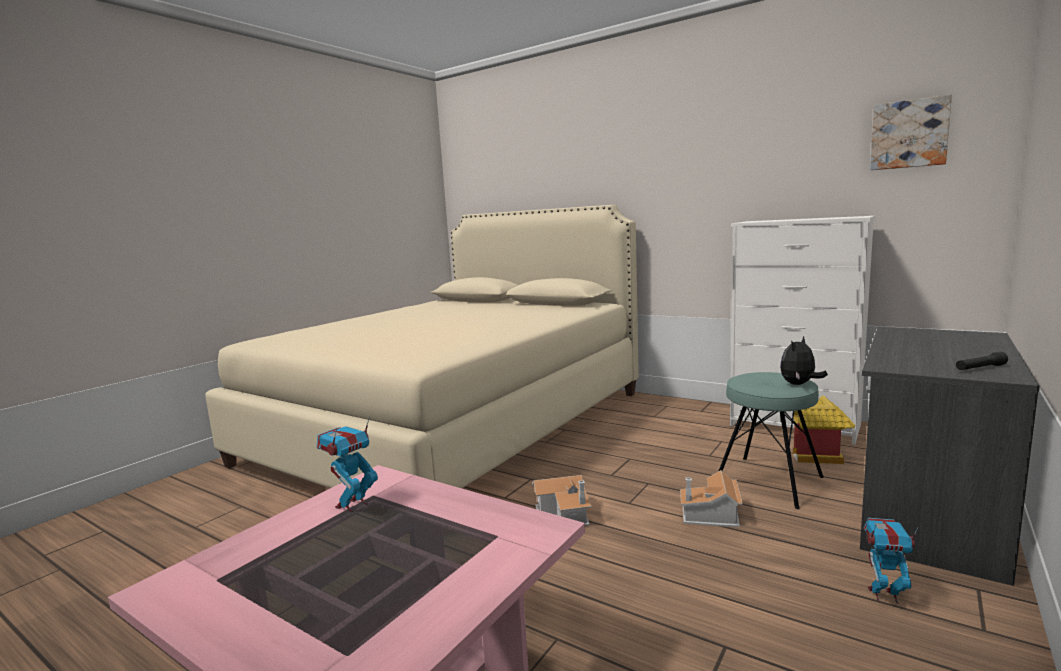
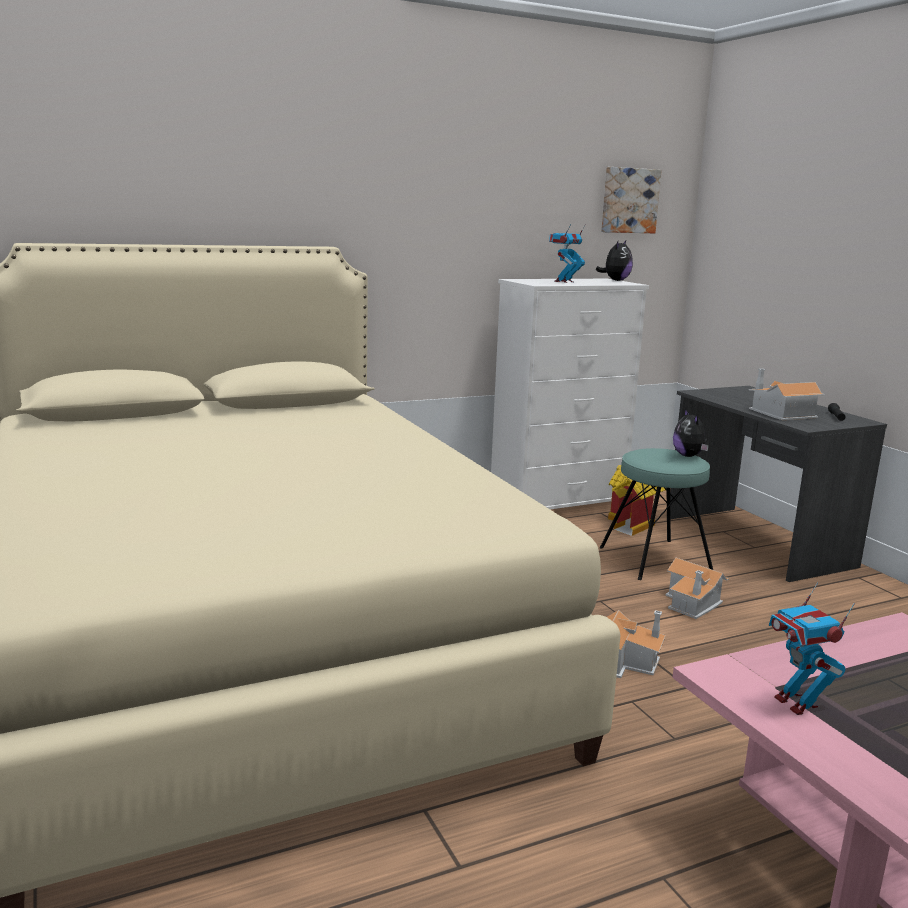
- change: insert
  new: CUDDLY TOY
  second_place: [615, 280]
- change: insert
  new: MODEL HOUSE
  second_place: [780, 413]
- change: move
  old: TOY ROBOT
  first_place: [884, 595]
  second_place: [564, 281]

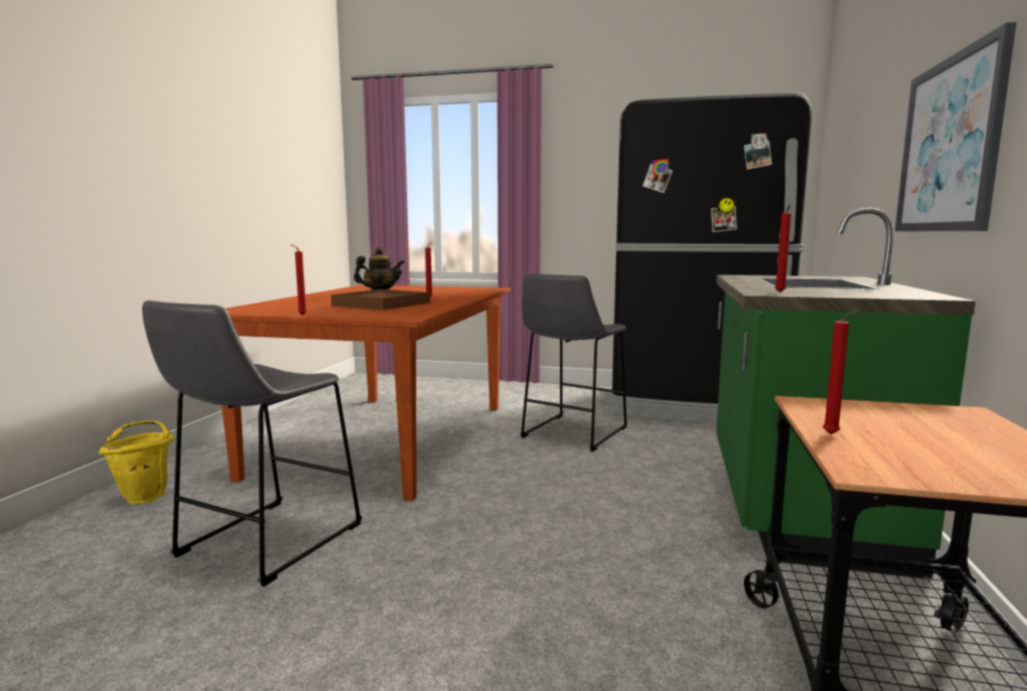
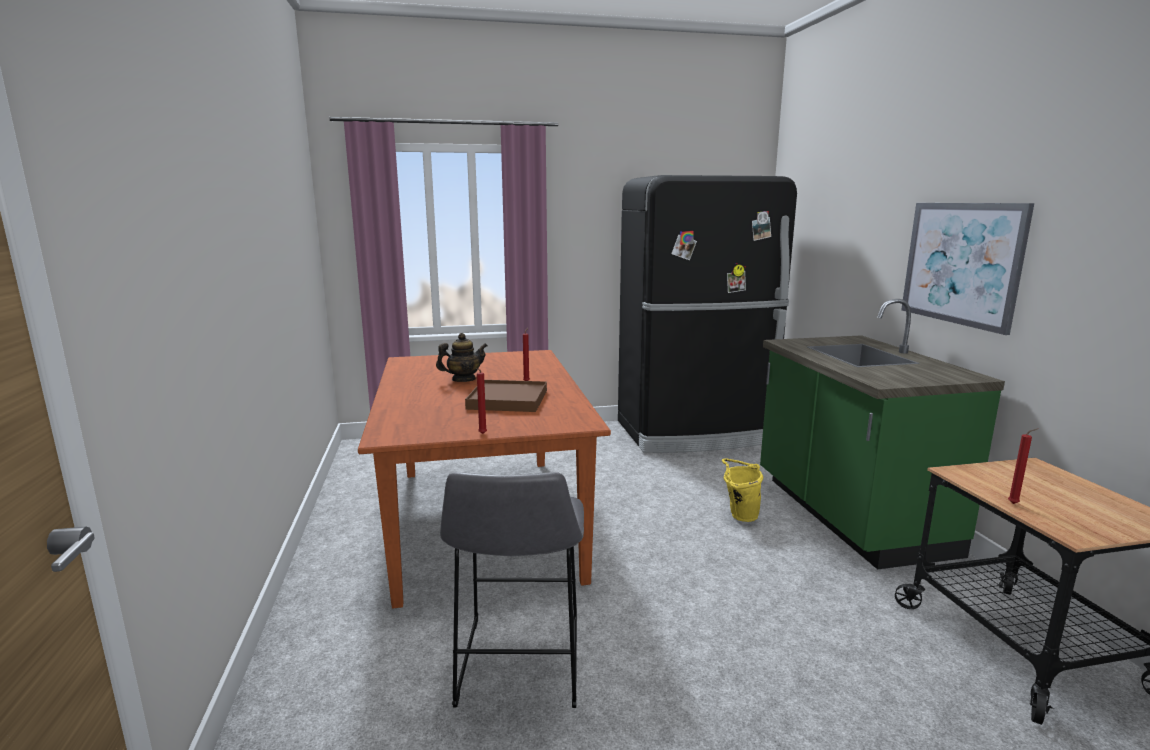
- change: delete
  old: GREY STOOL
  first_place: [571, 434]
- change: delete
  old: RED WAX CANDLE
  first_place: [780, 292]
- change: move
  old: YELLOW WATER BUCKET
  first_place: [146, 496]
  second_place: [739, 515]

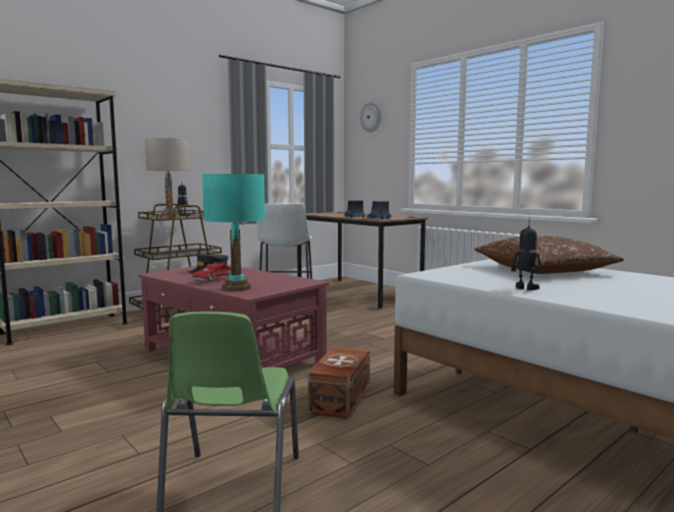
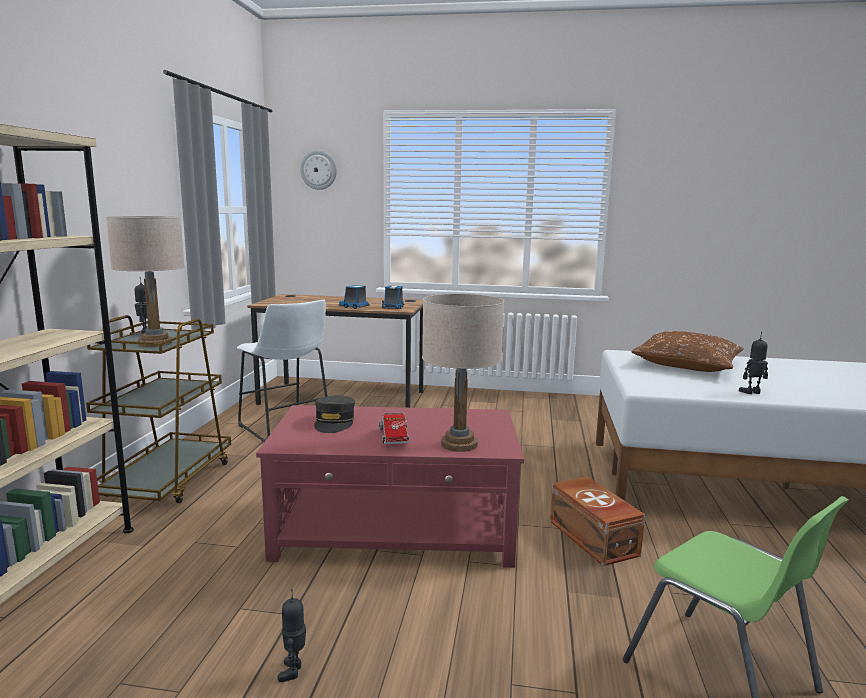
- change: insert
  new: TOY ROBOT
  second_place: [293, 671]
- change: recolor
  old: TURQUOISE-COLOURED TABLE LAMP
  new: BEIGE-COLOURED TABLE LAMP
  first_place: [236, 288]
  second_place: [459, 444]

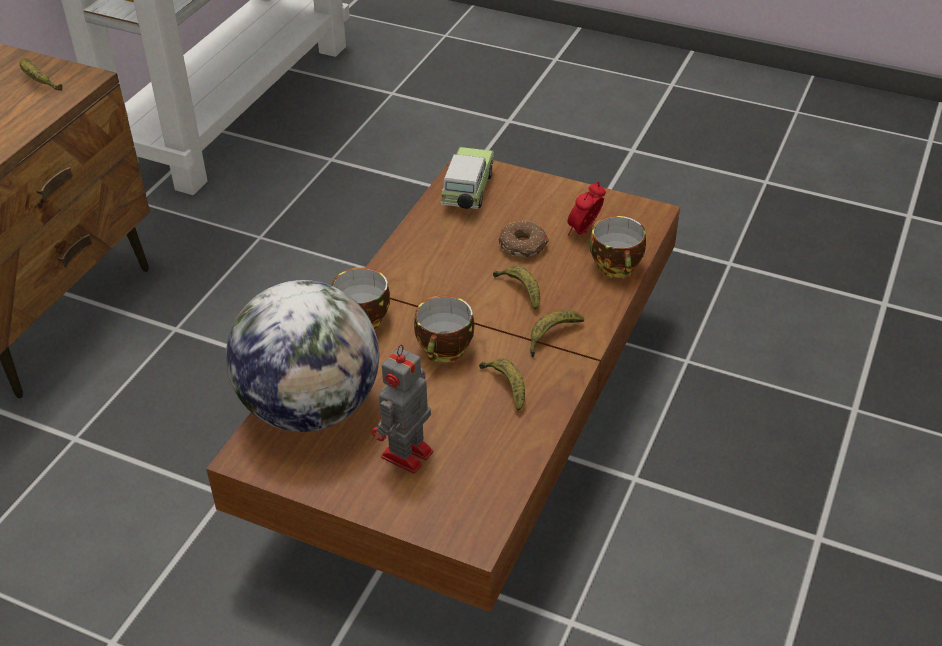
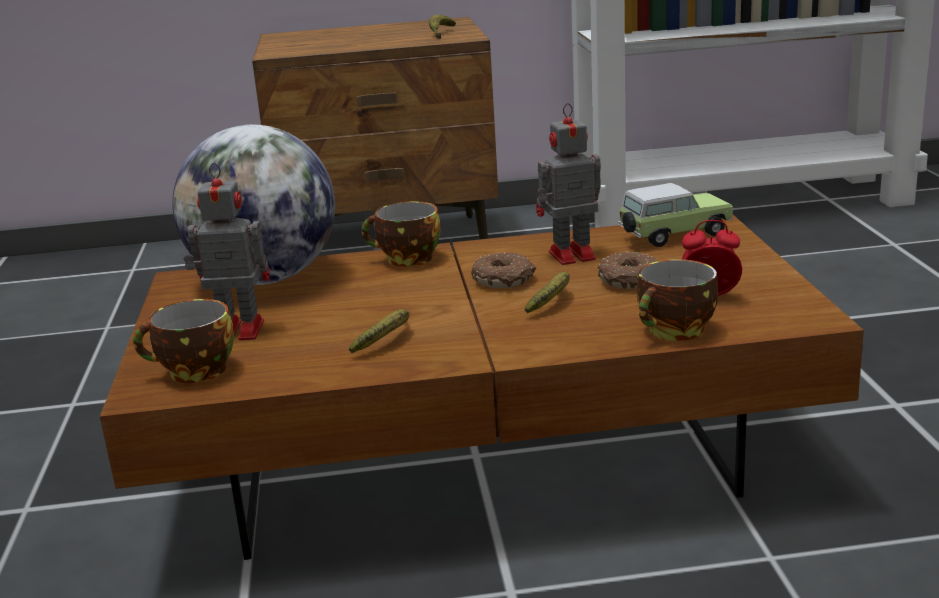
- change: delete
  old: BANANA
  first_place: [551, 336]
- change: insert
  new: DONUT
  second_place: [504, 280]
- change: insert
  new: TOY ROBOT
  second_place: [569, 256]
- change: move
  old: SMALL CUP
  first_place: [445, 351]
  second_place: [194, 373]

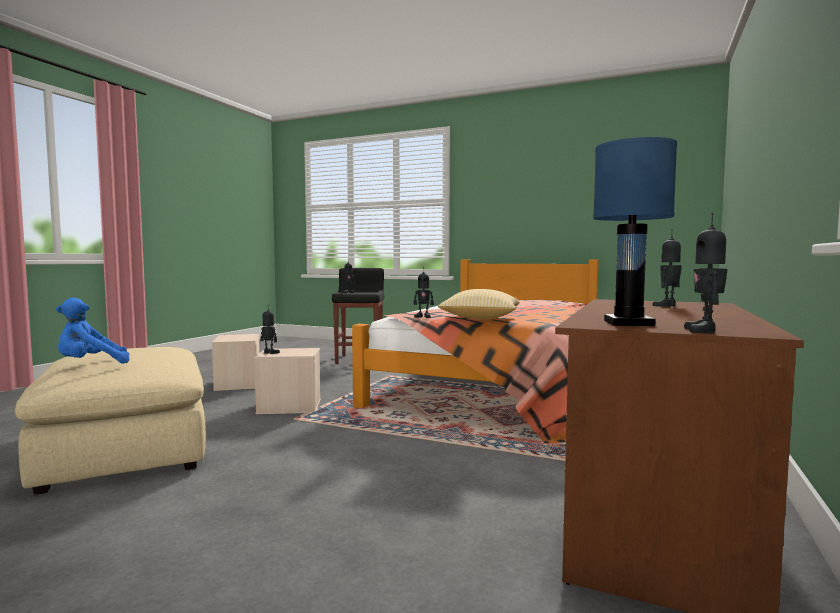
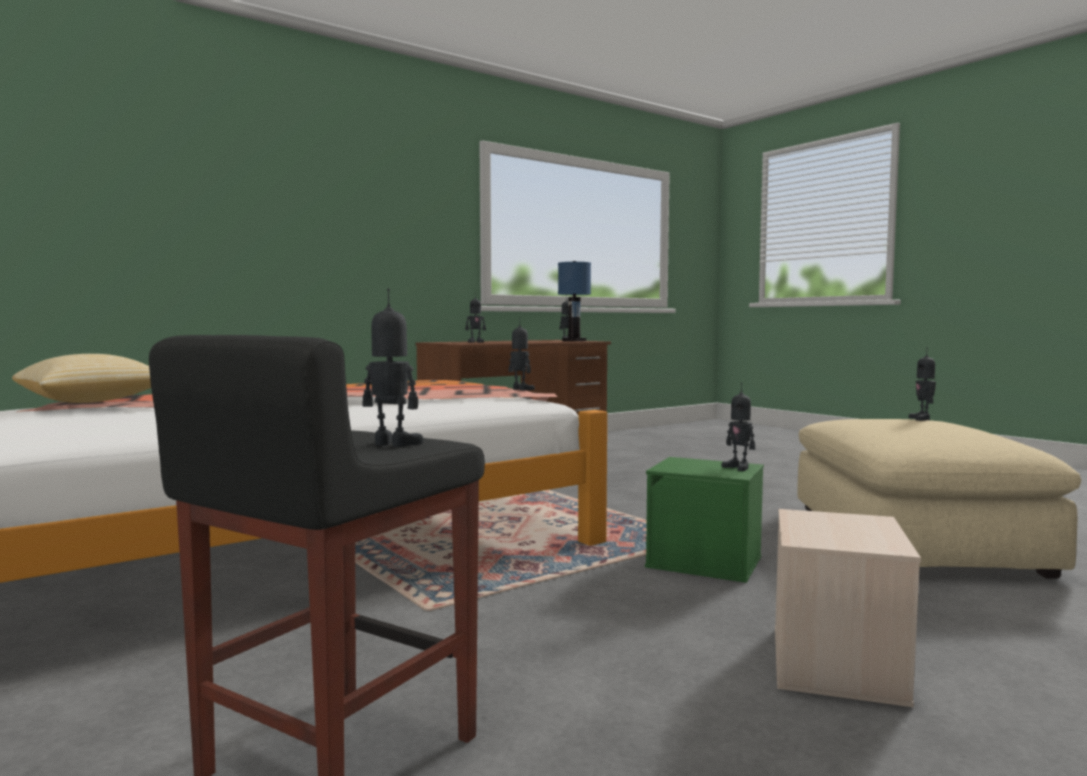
- change: move
  old: CUSHION
  first_place: [480, 319]
  second_place: [94, 401]
- change: replace
  old: BLUE CUDDLY TOY
  new: TOY ROBOT
  first_place: [91, 365]
  second_place: [922, 419]
- change: recolor
  old: BEIGE-COLOURED STORAGE BIN
  new: GREEN STORAGE BIN
  first_place: [288, 407]
  second_place: [706, 561]

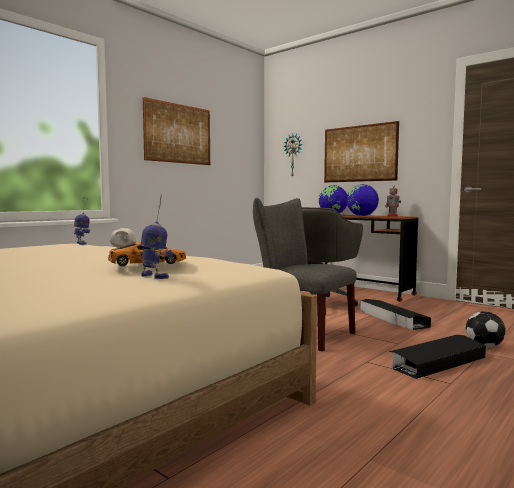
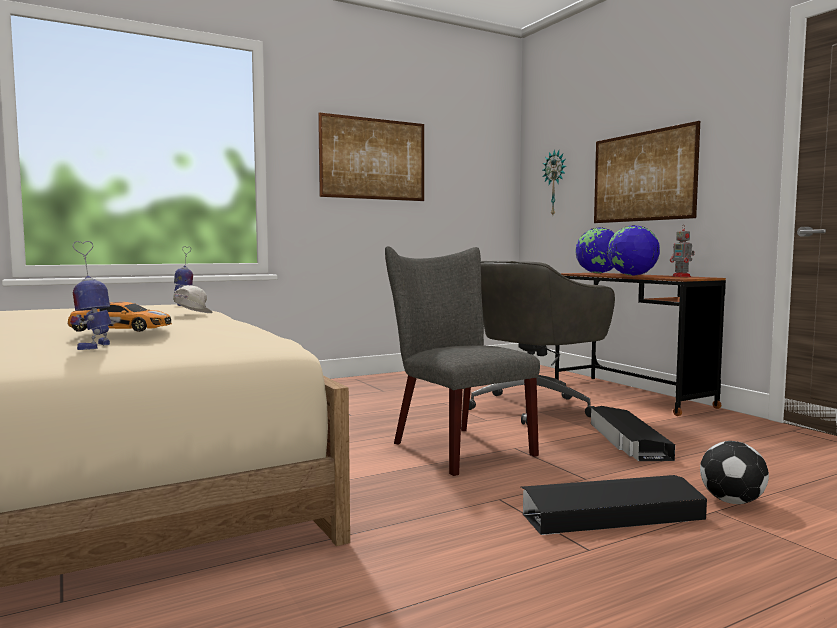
- change: rotate
  old: TOY ROBOT
  first_place: [155, 276]
  second_place: [95, 346]
  degrees: -150

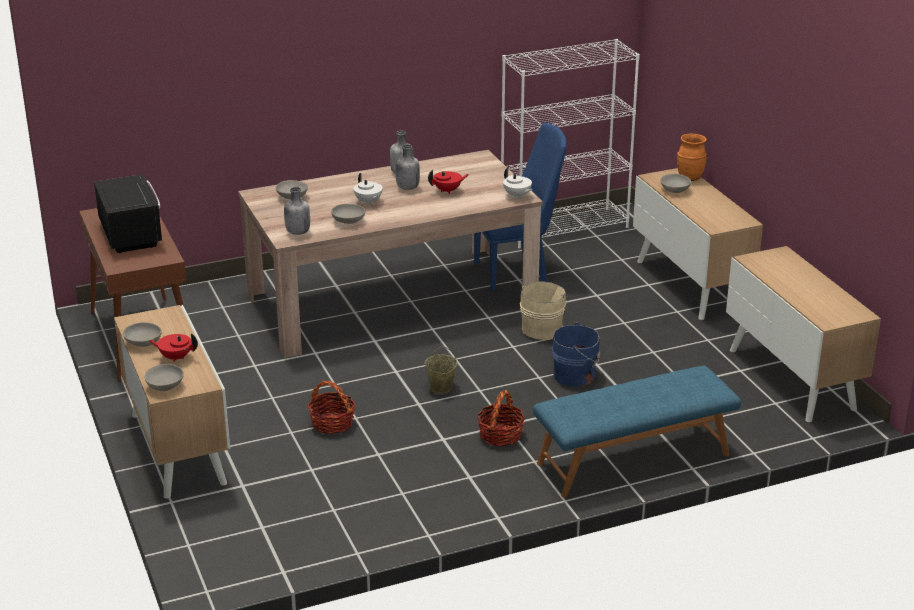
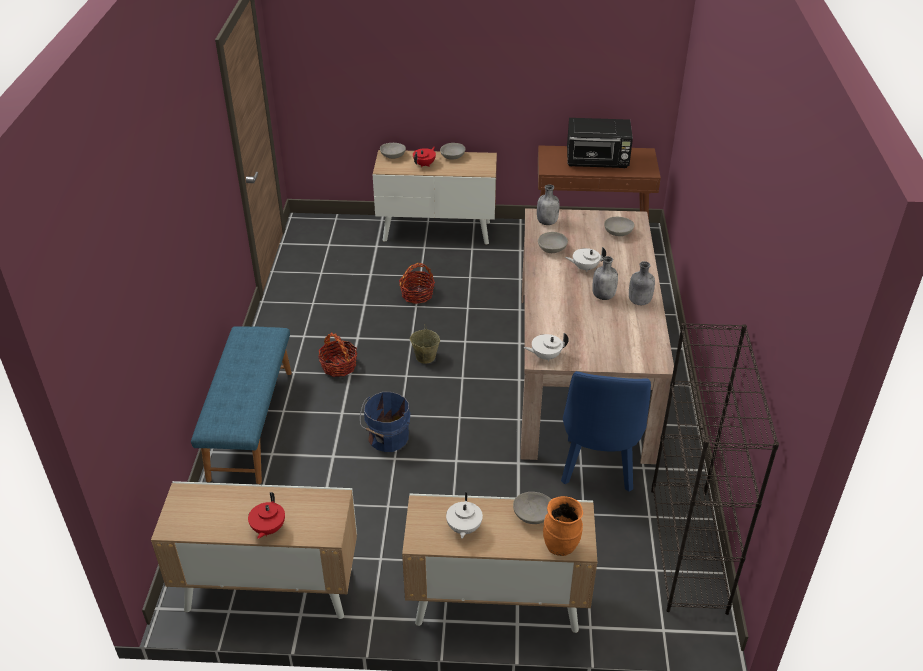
- change: delete
  old: BEIGE-COLOURED WATER BUCKET
  first_place: [543, 328]
- change: insert
  new: WHITE POT FOR TEA
  second_place: [463, 528]
- change: move
  old: RED POT FOR TEA
  first_place: [448, 191]
  second_place: [268, 529]
- change: recolor
  old: WHITE BOOKSHELF
  new: BLACK BOOKSHELF
  first_place: [564, 227]
  second_place: [688, 549]

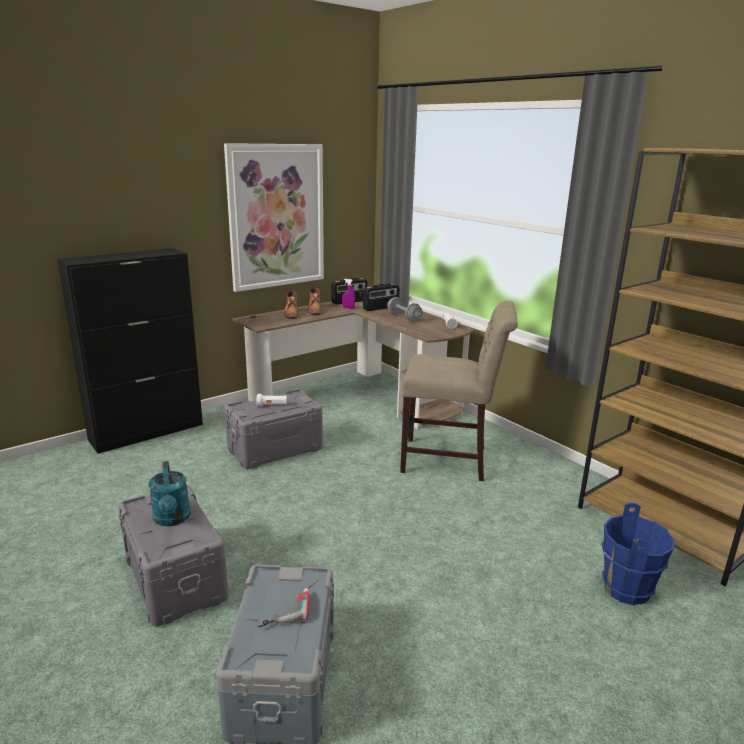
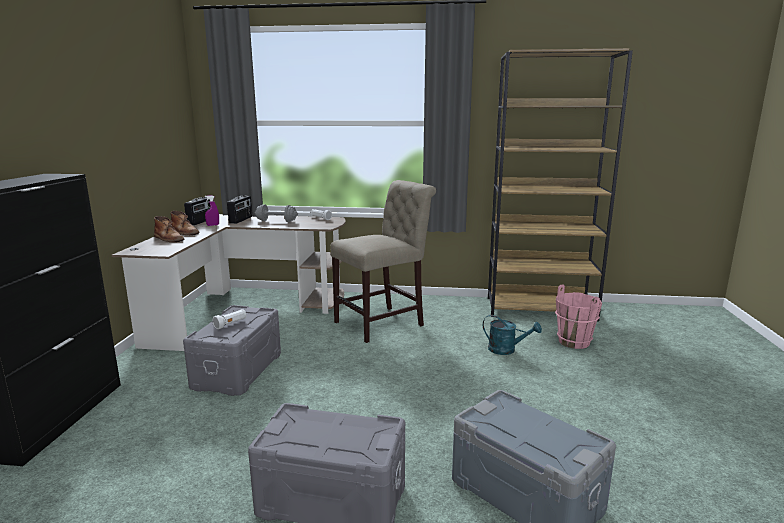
- change: delete
  old: PICTURE
  first_place: [276, 216]
- change: delete
  old: POWER DRILL
  first_place: [285, 610]
- change: move
  old: TURQUOISE-COLOURED SPRINKLING CAN
  first_place: [172, 519]
  second_place: [506, 350]
- change: recolor
  old: BLUE WATER BUCKET
  new: PINK WATER BUCKET
  first_place: [627, 589]
  second_place: [574, 342]

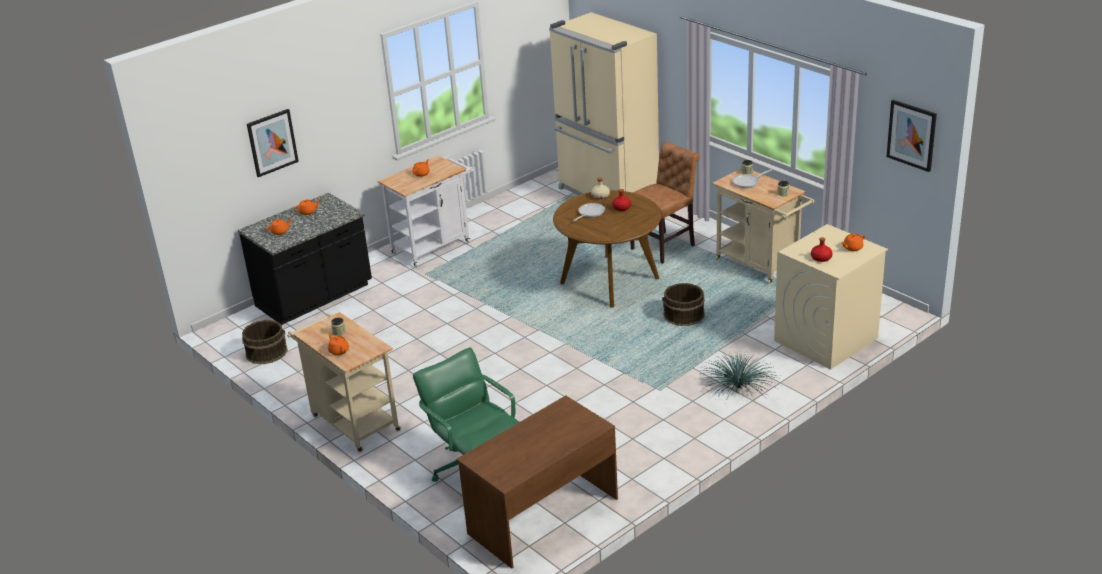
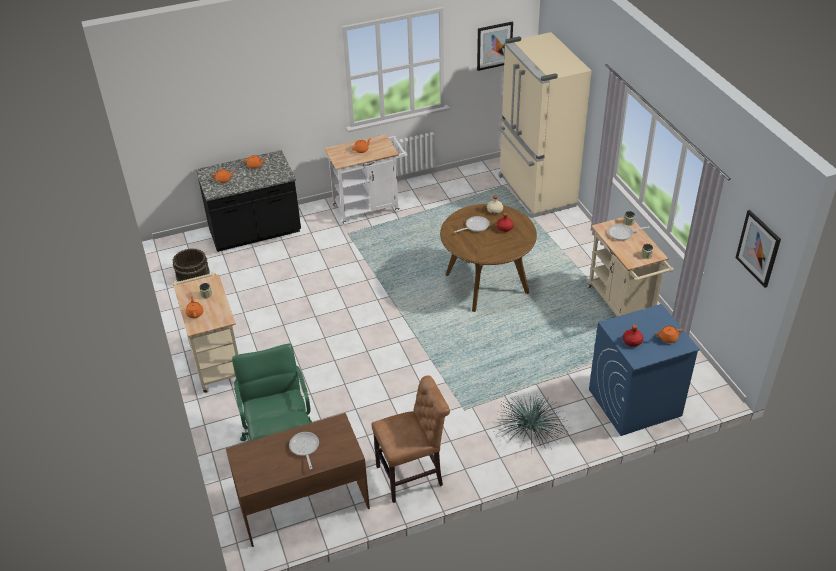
- change: delete
  old: BROWNISH WATER BUCKET
  first_place: [684, 315]
- change: insert
  new: FRYING PAN
  second_place: [304, 448]
- change: move
  old: PICTURE
  first_place: [272, 142]
  second_place: [494, 45]
- change: move
  old: BROWNISH CHAIR
  first_place: [665, 246]
  second_place: [413, 475]
- change: recolor
  old: BEIGE-COLOURED WASHING MACHINE
  new: BLUE WASHING MACHINE
  first_place: [825, 340]
  second_place: [634, 403]

